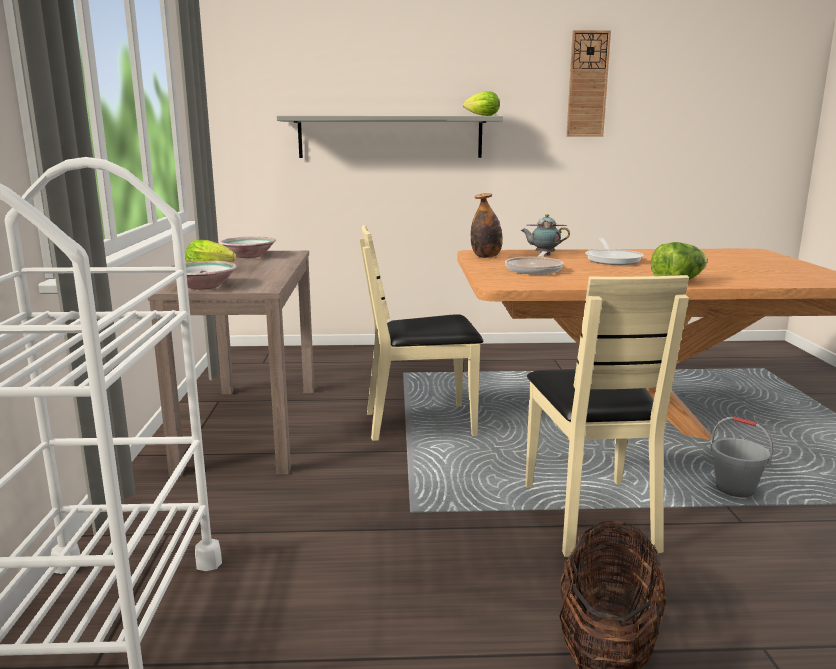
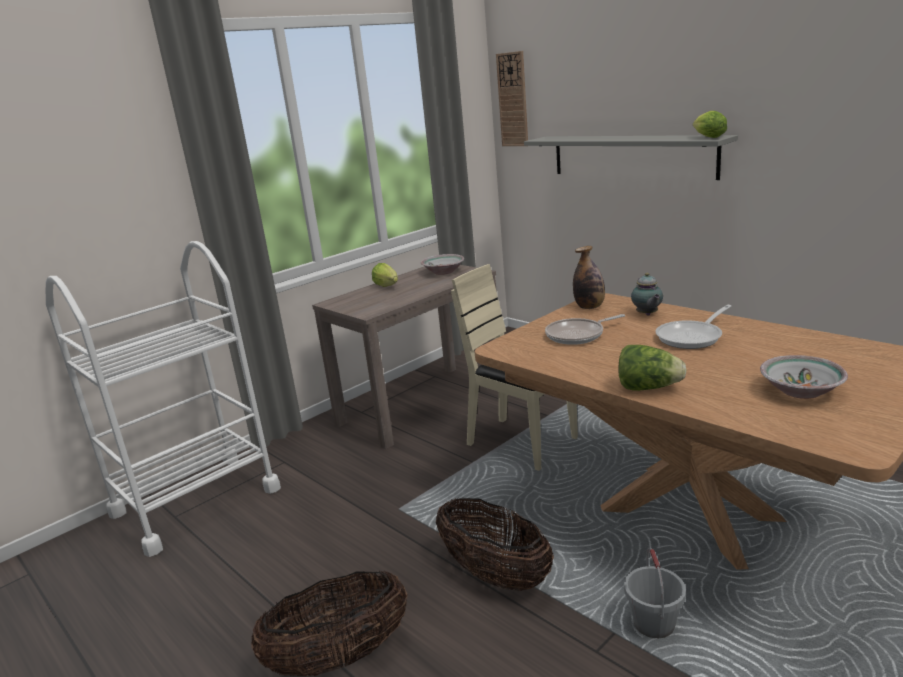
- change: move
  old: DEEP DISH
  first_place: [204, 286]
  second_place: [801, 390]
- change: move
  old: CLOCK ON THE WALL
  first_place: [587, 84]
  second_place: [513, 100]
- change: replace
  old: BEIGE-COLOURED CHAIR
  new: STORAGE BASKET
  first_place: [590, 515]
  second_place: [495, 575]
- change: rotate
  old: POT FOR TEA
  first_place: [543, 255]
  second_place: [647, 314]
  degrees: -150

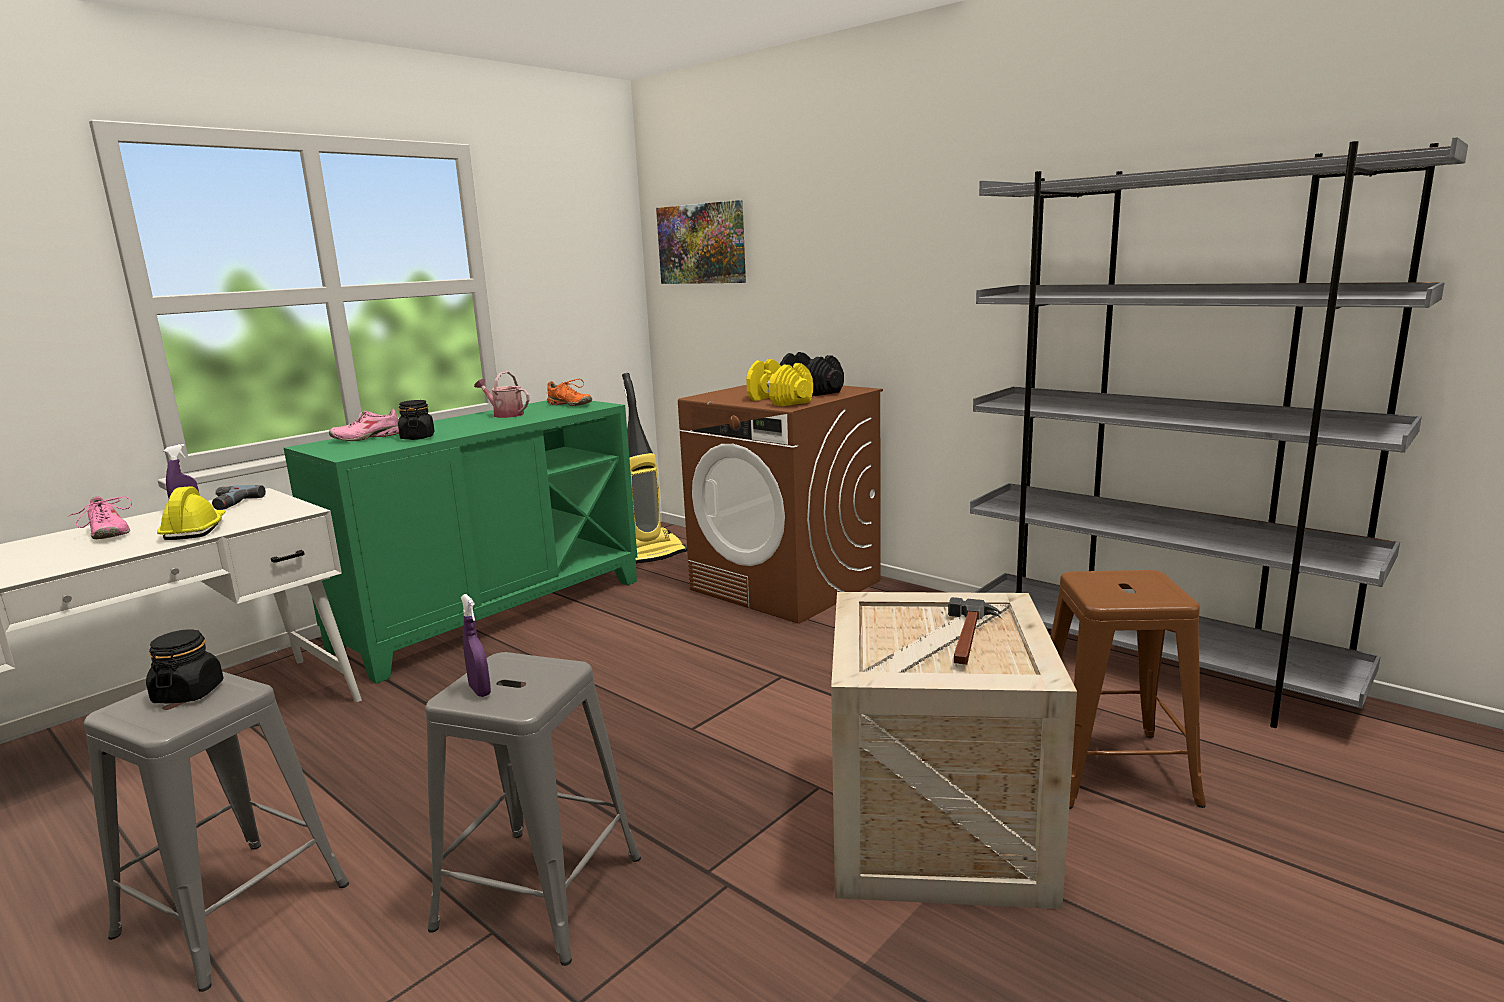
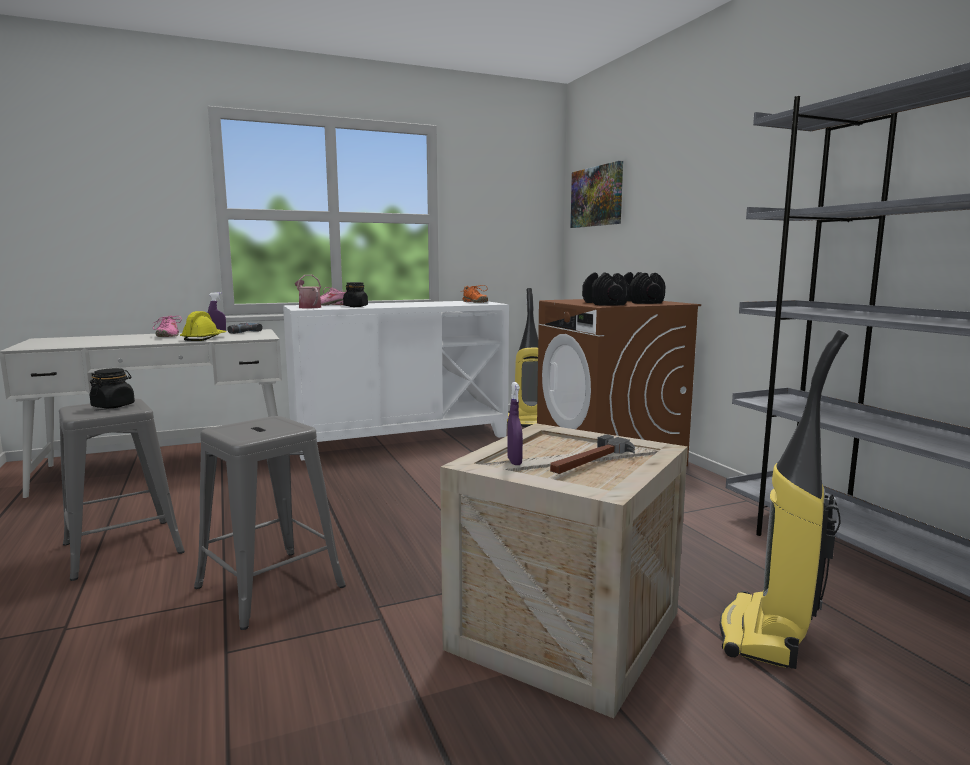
- change: move
  old: PURPLISH HAND SPRAYER
  first_place: [480, 690]
  second_place: [514, 462]
- change: move
  old: SPRINKLING CAN
  first_place: [505, 414]
  second_place: [308, 307]
- change: replace
  old: BROWNISH STOOL
  new: VACUUM CLEANER
  first_place: [1111, 769]
  second_place: [766, 635]
- change: recolor
  old: GREEN CUPBOARD
  new: WHITE CUPBOARD
  first_place: [493, 614]
  second_place: [400, 438]
- change: recolor
  old: YELLOW FREE WEIGHT
  new: BLACK FREE WEIGHT
  first_place: [778, 401]
  second_place: [604, 303]

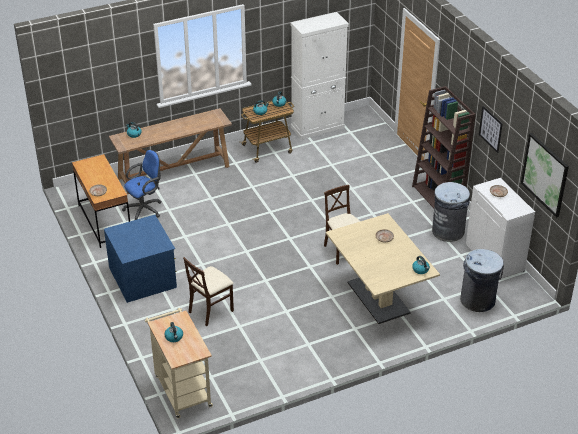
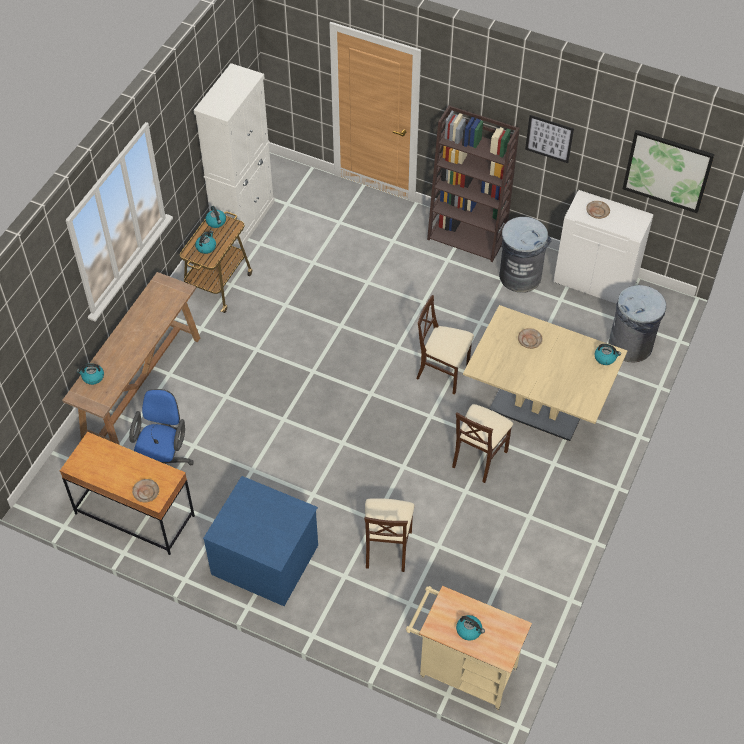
- change: insert
  new: BEIGE-COLOURED CHAIR
  second_place: [479, 457]

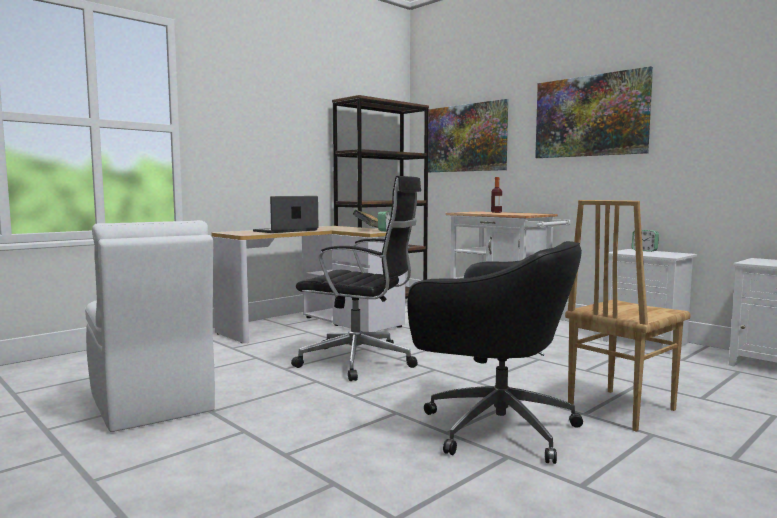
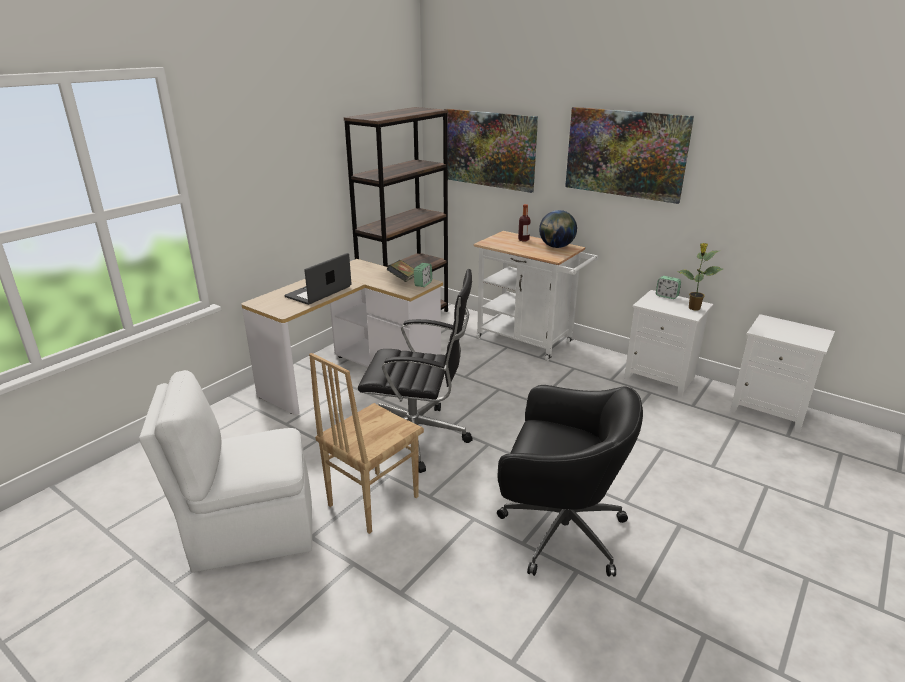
- change: insert
  new: GLOBE
  second_place: [556, 247]
- change: insert
  new: POTTED PLANT
  second_place: [693, 308]
- change: move
  old: BROWNISH CHAIR
  first_place: [619, 409]
  second_place: [372, 501]
- change: rotate
  old: WHITE CHAIR
  first_place: [151, 403]
  second_place: [250, 531]
  degrees: 120

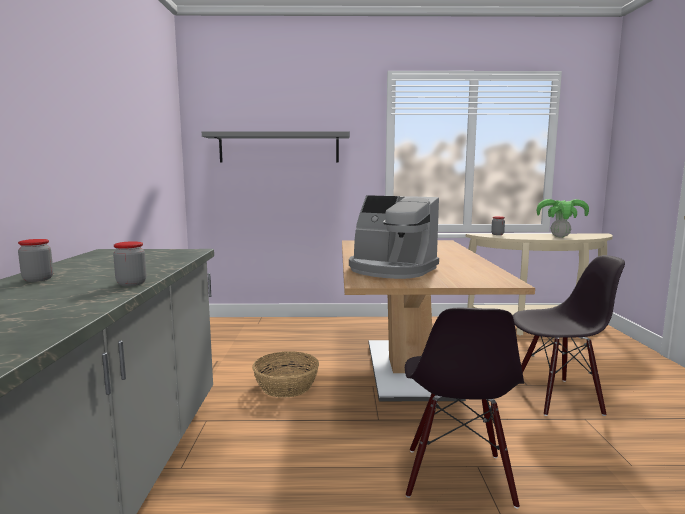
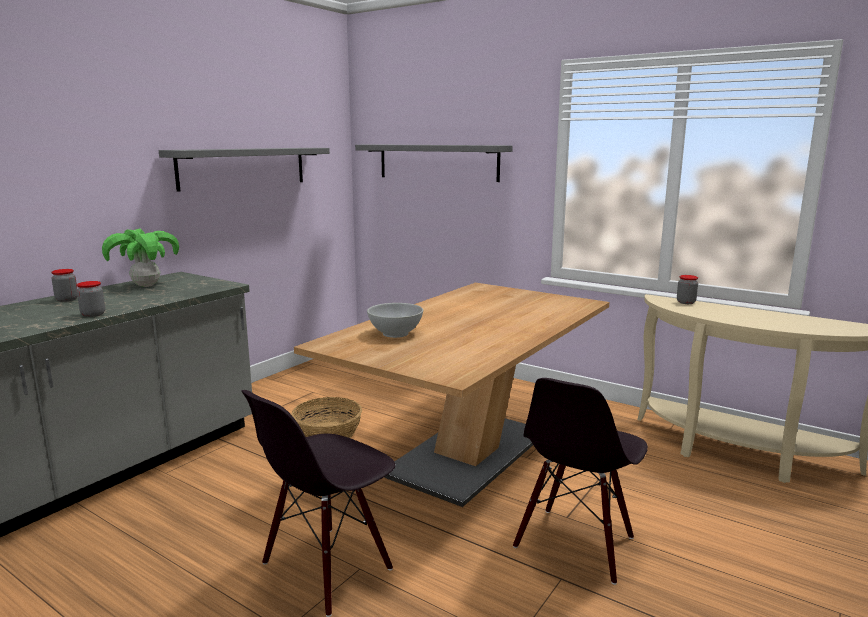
- change: insert
  new: GREY WALL SHELF
  second_place: [244, 167]
- change: move
  old: POTTED PLANT
  first_place: [560, 237]
  second_place: [146, 285]
- change: replace
  old: COFFEE MACHINE
  new: WHITE DEEP DISH
  first_place: [391, 270]
  second_place: [396, 333]
- change: rotate
  old: BLACK CHAIR
  first_place: [556, 397]
  second_place: [575, 544]
  degrees: 90

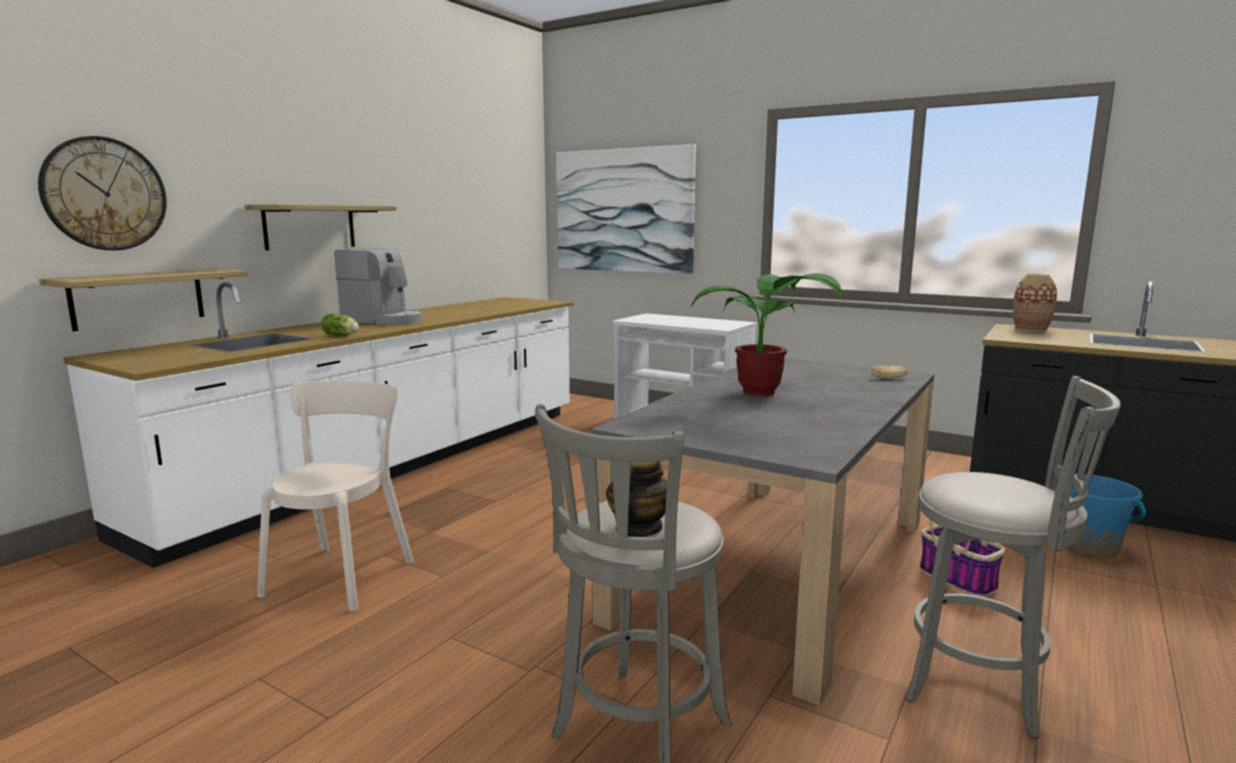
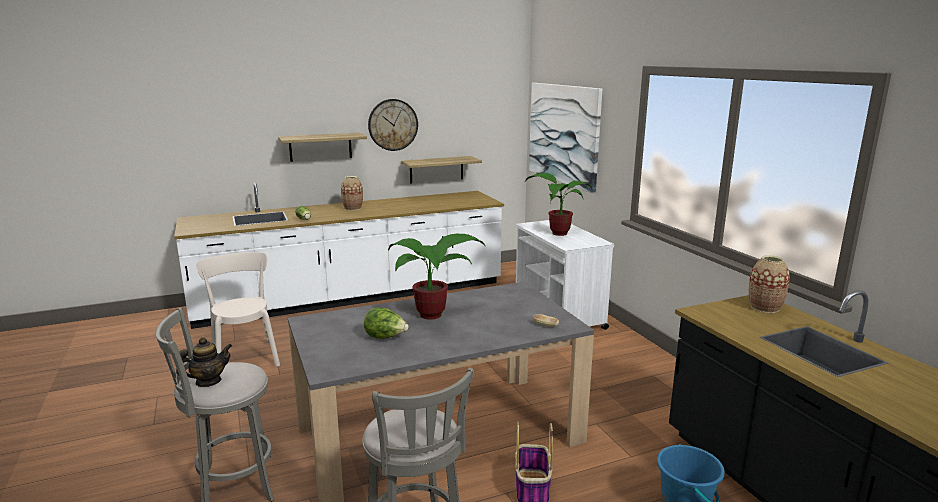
- change: insert
  new: LETTUCE
  second_place: [385, 337]
- change: insert
  new: POTTED PLANT
  second_place: [556, 233]
- change: move
  old: CLOCK ON THE WALL
  first_place: [104, 194]
  second_place: [393, 125]
- change: move
  old: WALL SHELF
  first_place: [138, 298]
  second_place: [436, 169]
- change: replace
  old: COFFEE MACHINE
  new: DECORATIVE VASE
  first_place: [384, 321]
  second_place: [353, 208]
- change: rotate
  old: BEIGE-COLOURED CHAIR
  first_place: [343, 574]
  second_place: [245, 358]
  degrees: -75

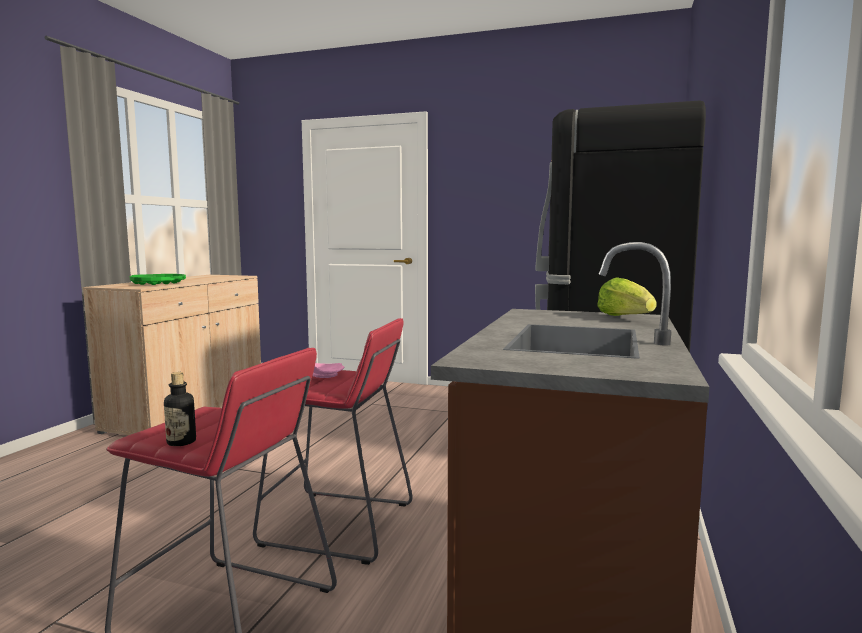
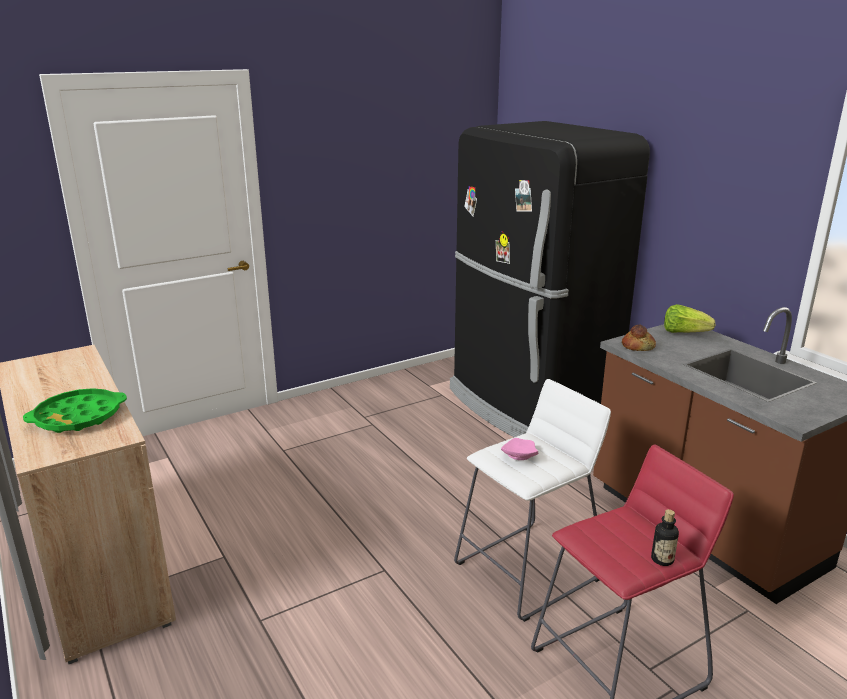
- change: insert
  new: BAKERY BREAD
  second_place: [638, 346]
- change: recolor
  old: RED STOOL
  new: WHITE STOOL
  first_place: [338, 525]
  second_place: [528, 570]

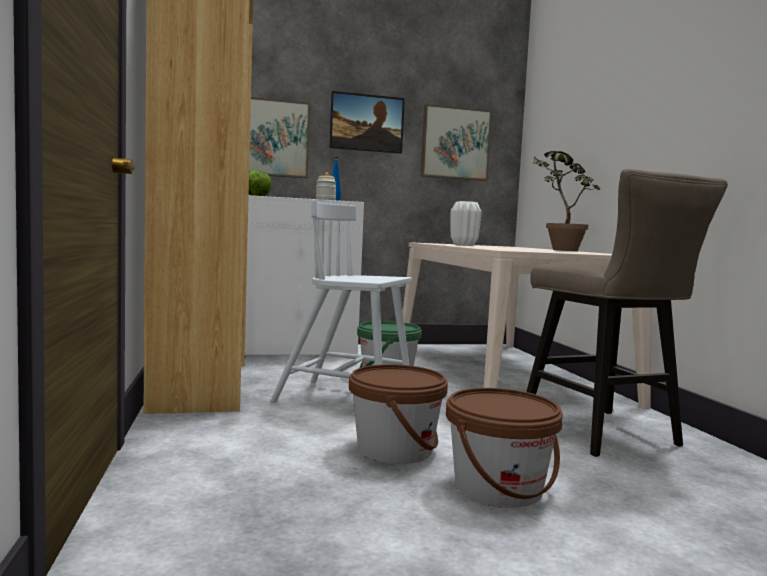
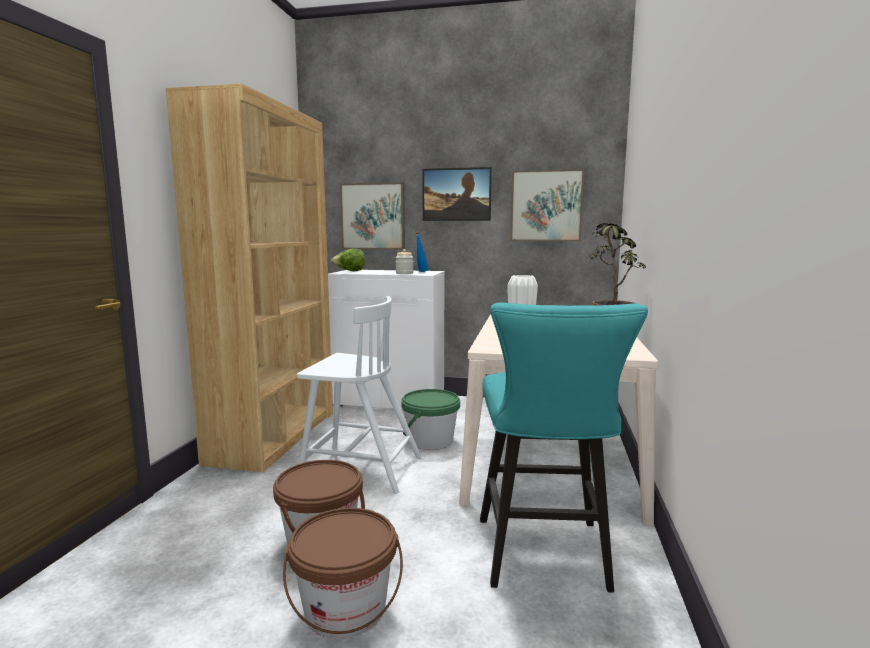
- change: recolor
  old: BEIGE-COLOURED STOOL
  new: TURQUOISE-COLOURED STOOL
  first_place: [607, 436]
  second_place: [544, 559]
- change: rotate
  old: WHITE CHAIR
  first_place: [347, 399]
  second_place: [359, 468]
  degrees: 150

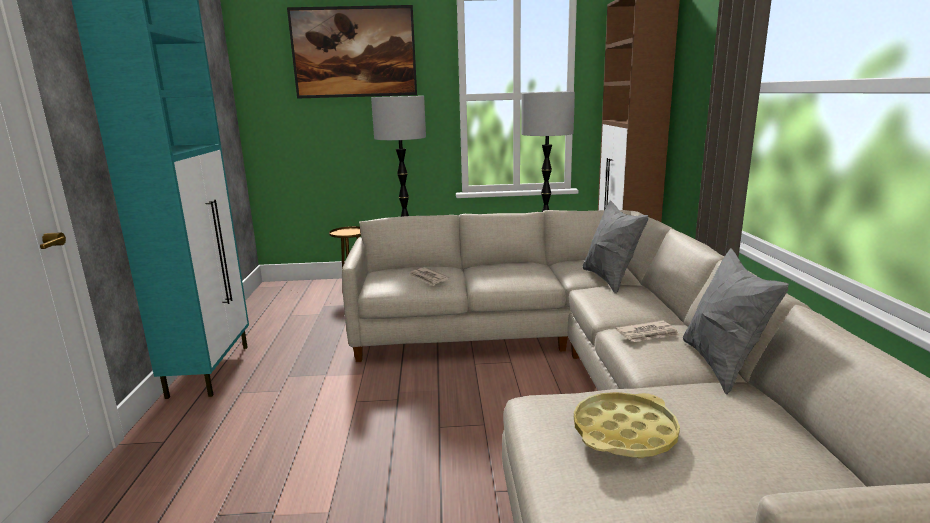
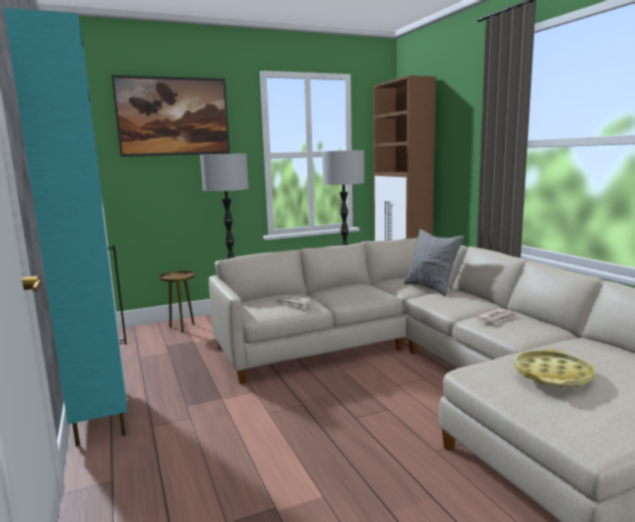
- change: delete
  old: GREY CUSHION
  first_place: [722, 365]

